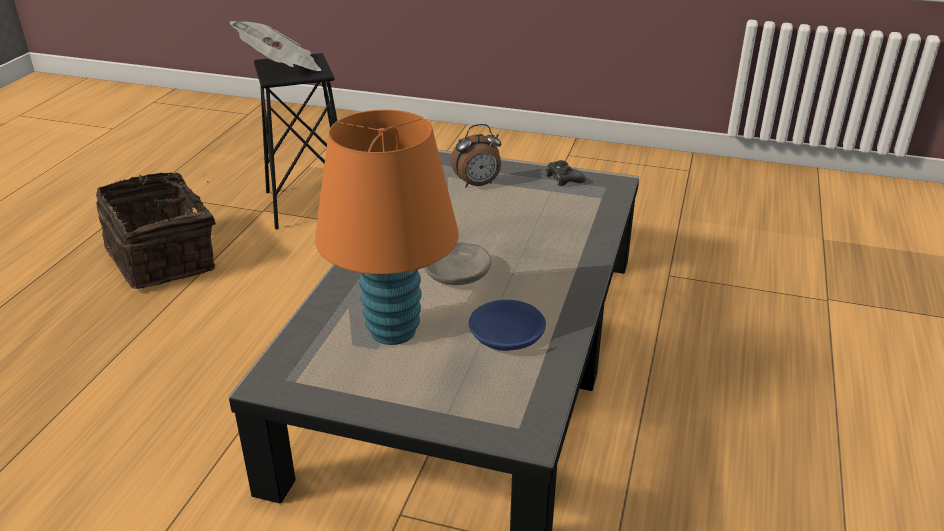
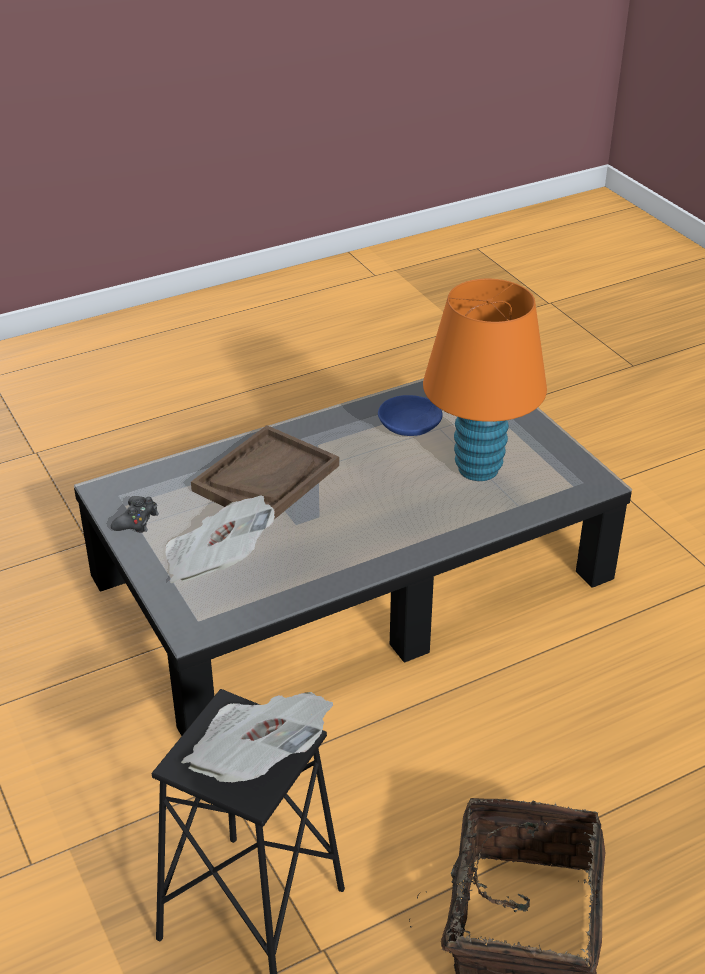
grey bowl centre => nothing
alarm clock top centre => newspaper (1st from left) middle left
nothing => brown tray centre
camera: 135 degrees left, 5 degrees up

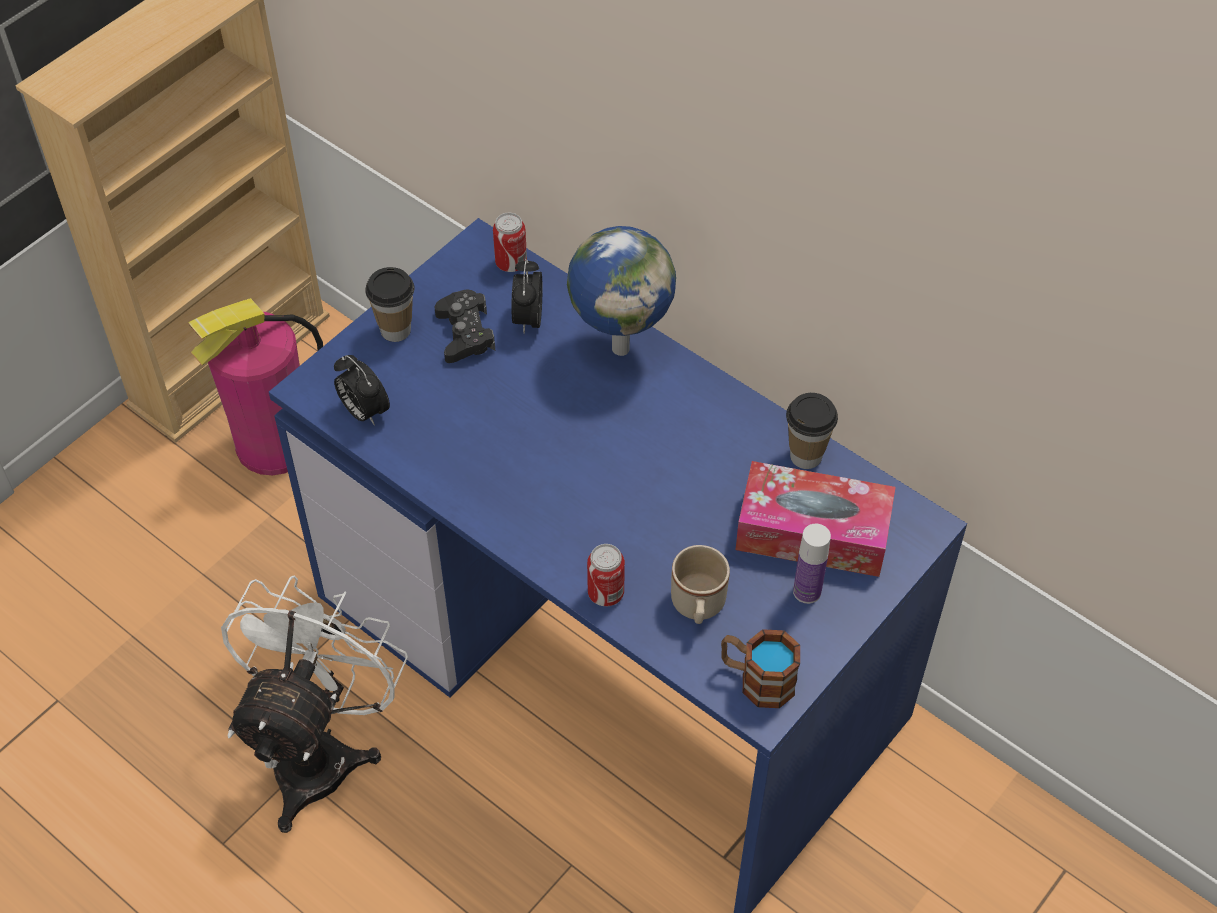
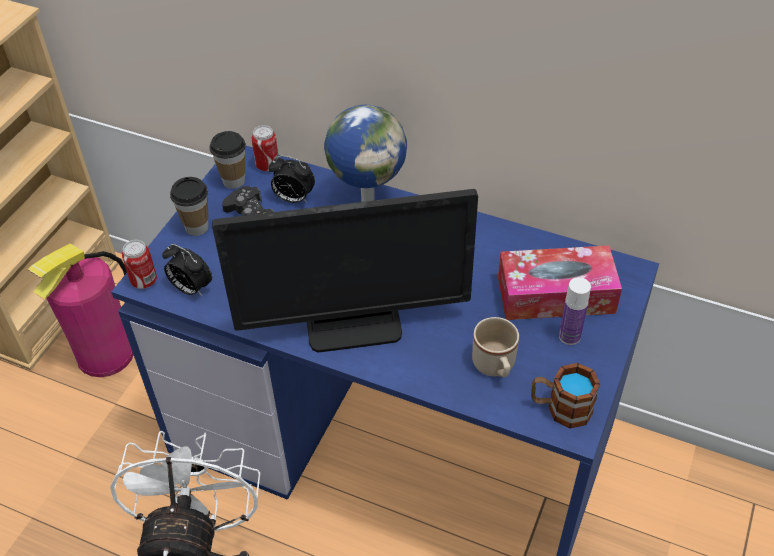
alarm clock (2nd from left) top centre, 60 degrees counterclockwise
can (2nd from left in the first image) centre => can (1st from left) middle left, move
cup (2nd from left) middle right => cup (2nd from left) top left, move
nothing => monitor centre
camera: 15 degrees left, 5 degrees down

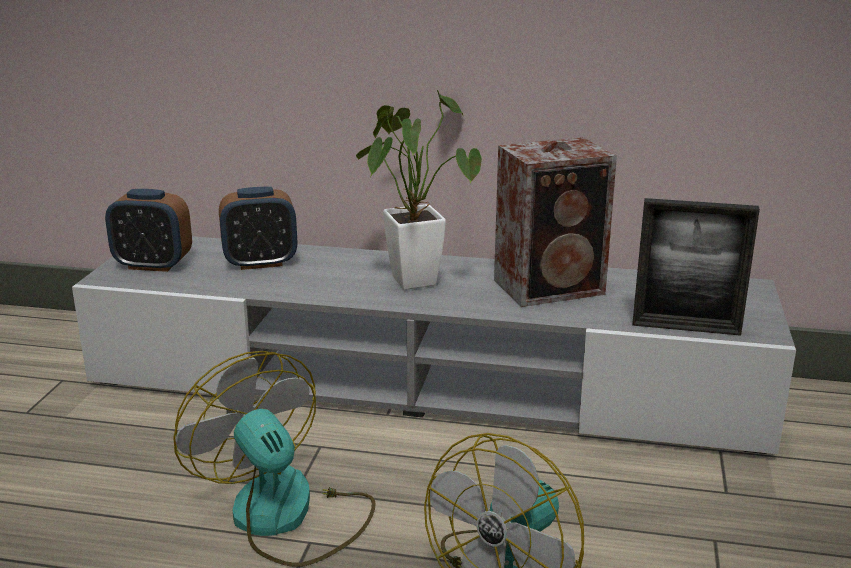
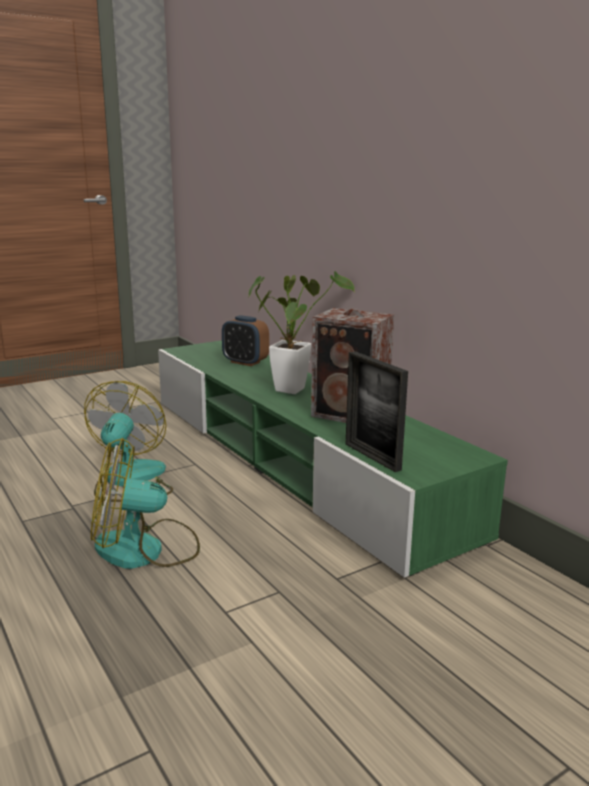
grey tv stand centre => green tv stand centre
alarm clock (1st from left) middle left => nothing
camera: 45 degrees right, 5 degrees down

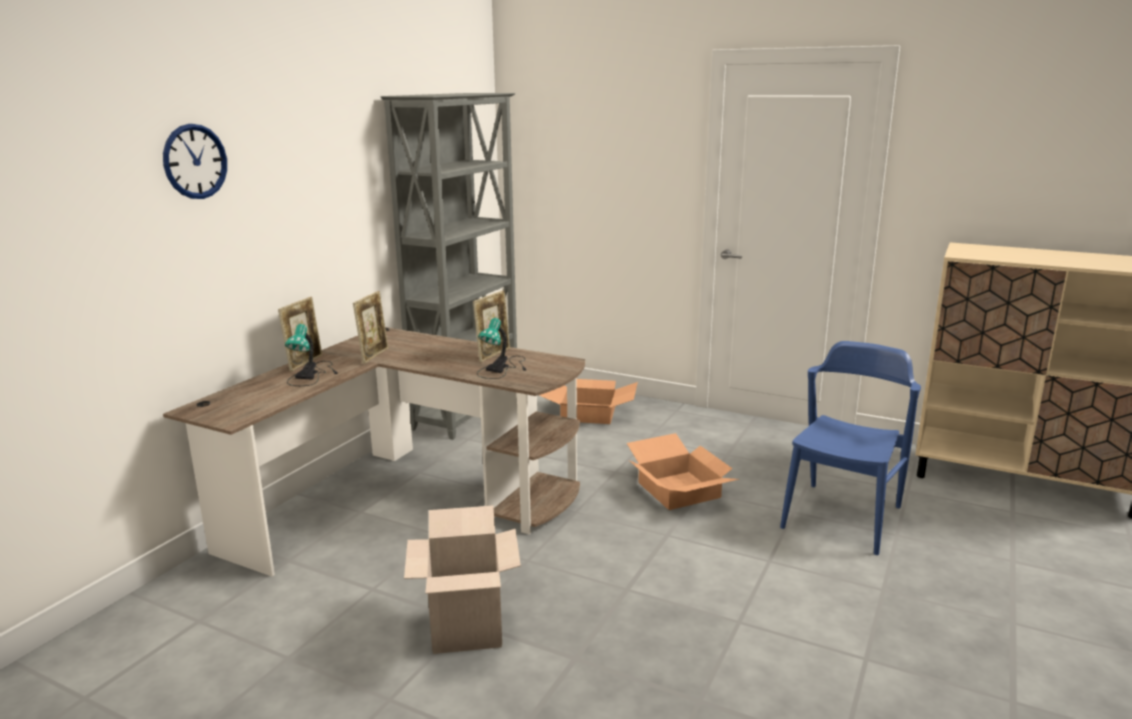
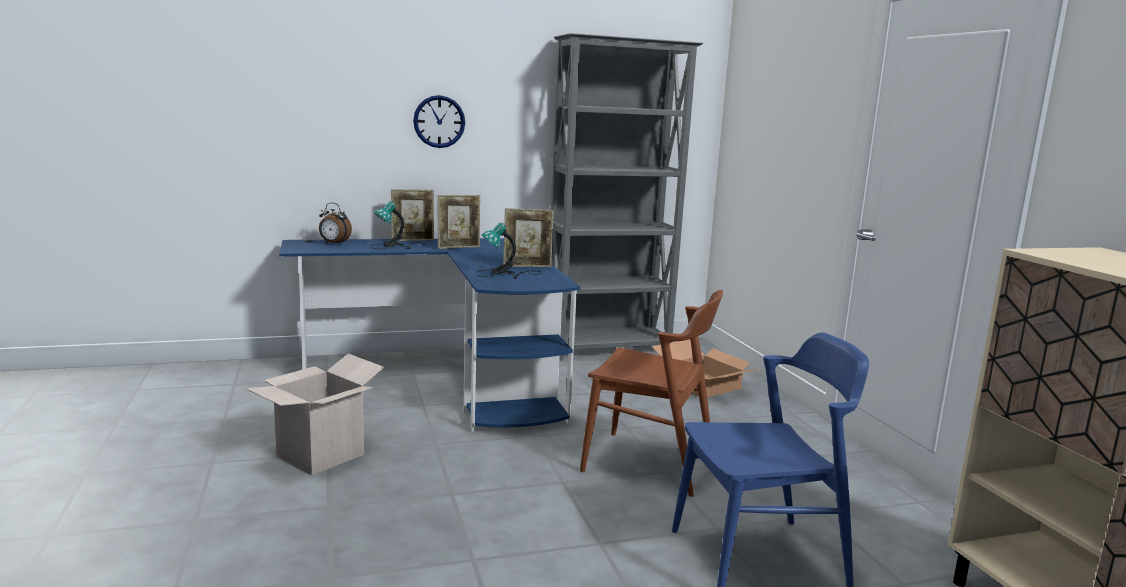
wall clock top left => wall clock top centre, move
brown desk middle left => blue desk centre
cardboard box (3rd from left) centre => brown chair bottom centre
nothing => alarm clock middle left
camera: 45 degrees right, 5 degrees down

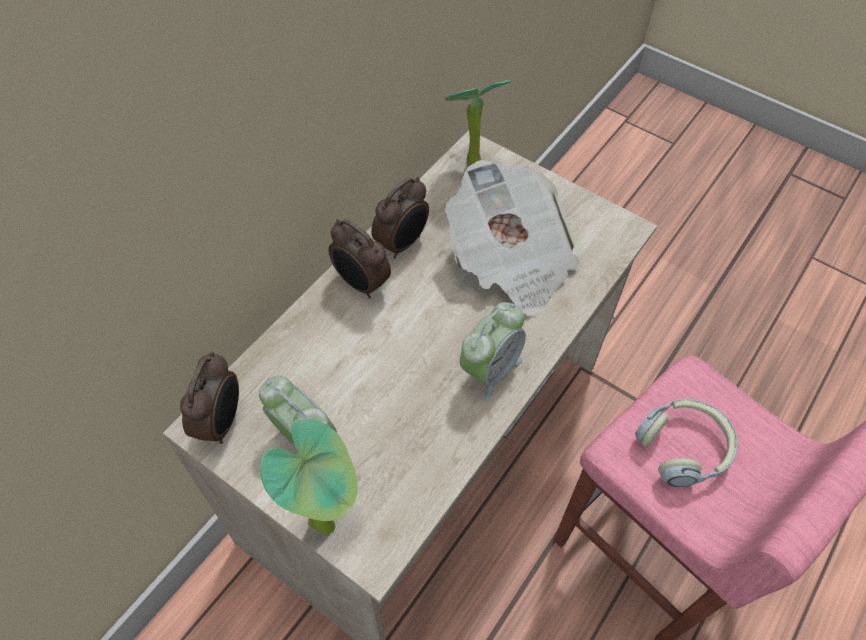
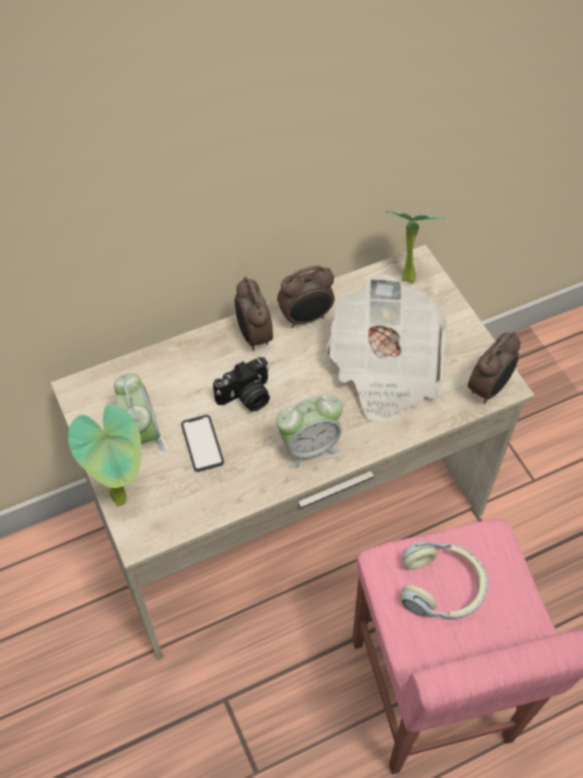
alarm clock (1st from left in the first image) middle left => alarm clock (5th from left) middle right, move
nothing => phone centre
nothing => photo camera centre
camera: 30 degrees right, 0 degrees up

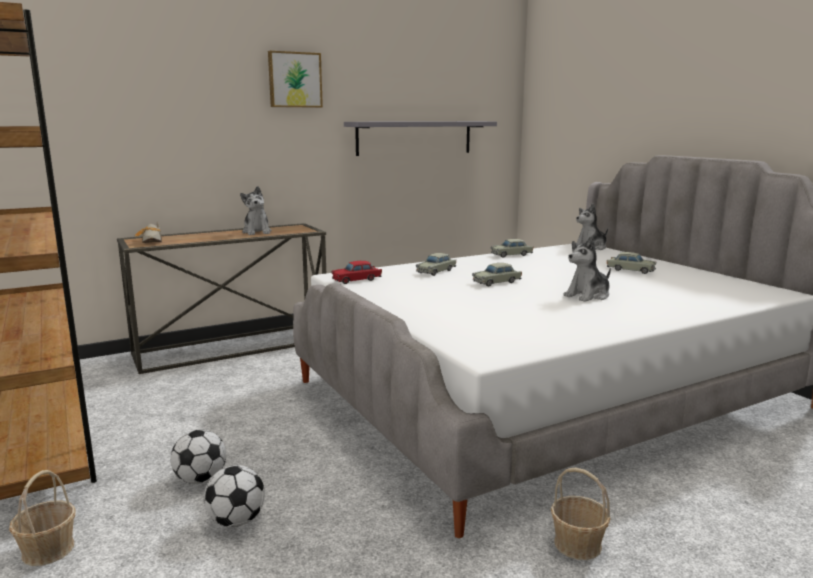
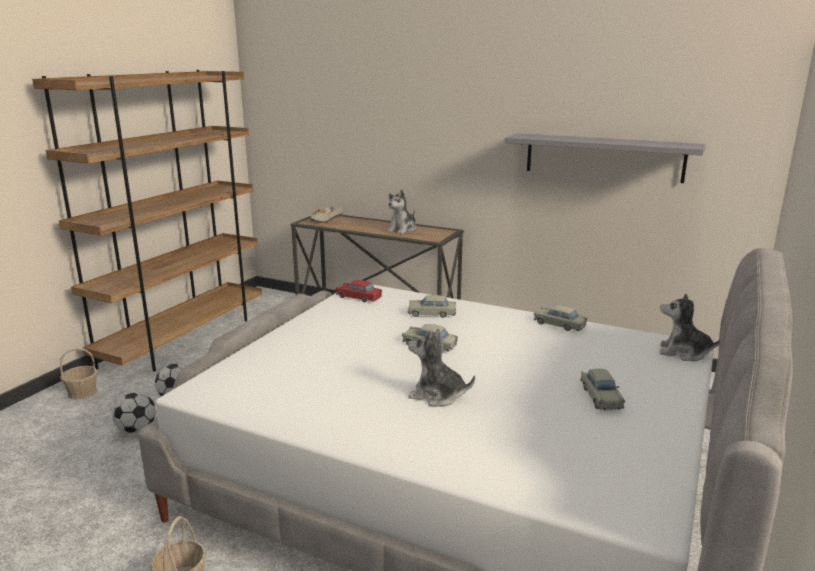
picture top centre => nothing
camera: 55 degrees right, 5 degrees up

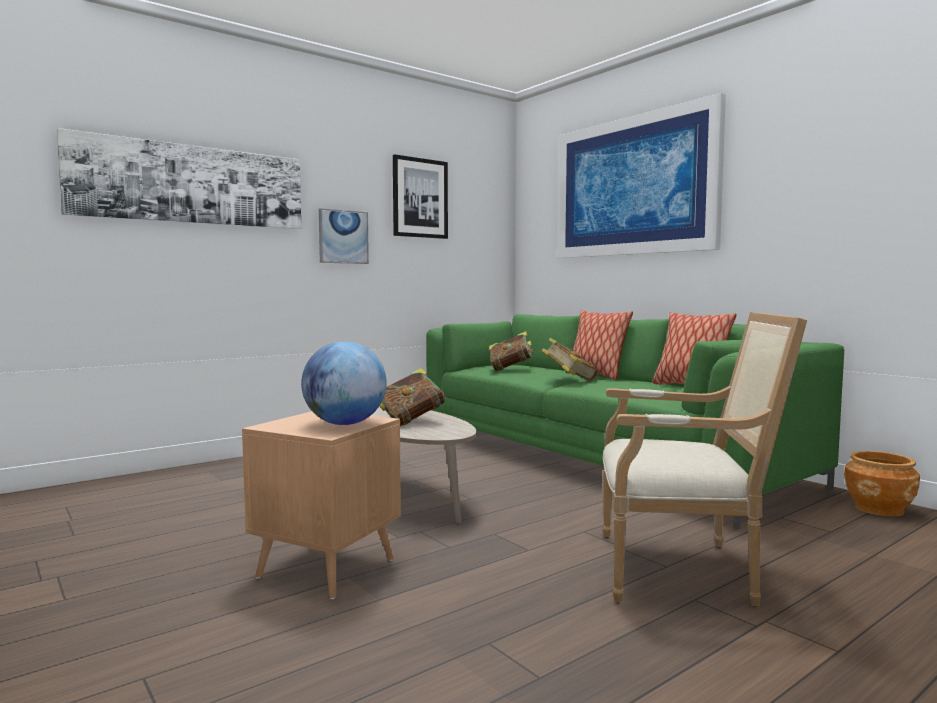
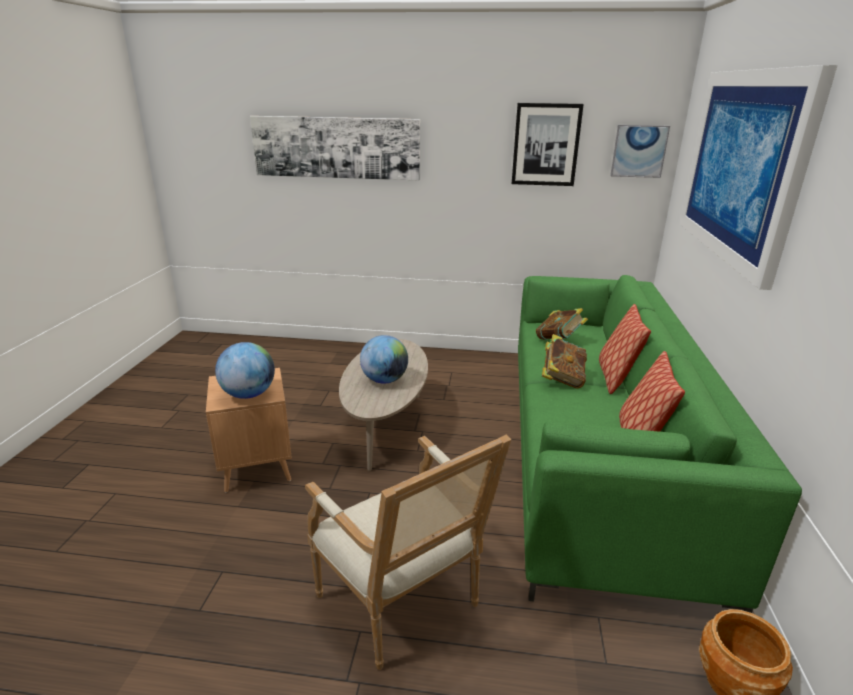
picture (2nd from left in the first image) centre => picture (3rd from left) top right, move
book (1st from left) centre => globe (2nd from left) centre
camera: 45 degrees right, 20 degrees up

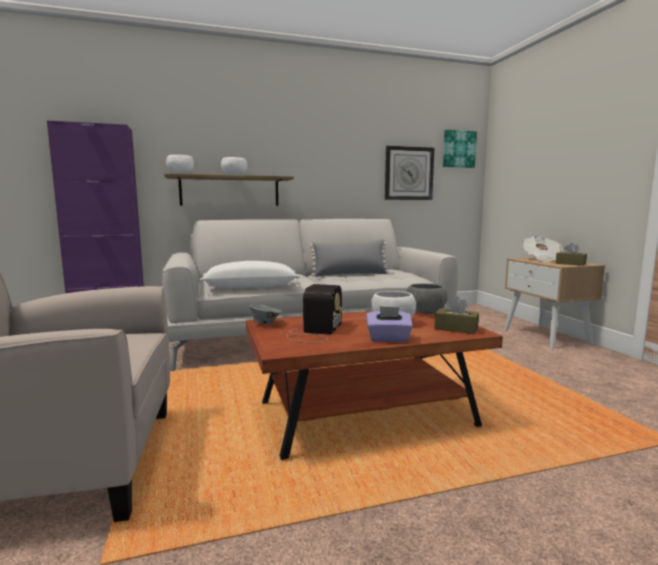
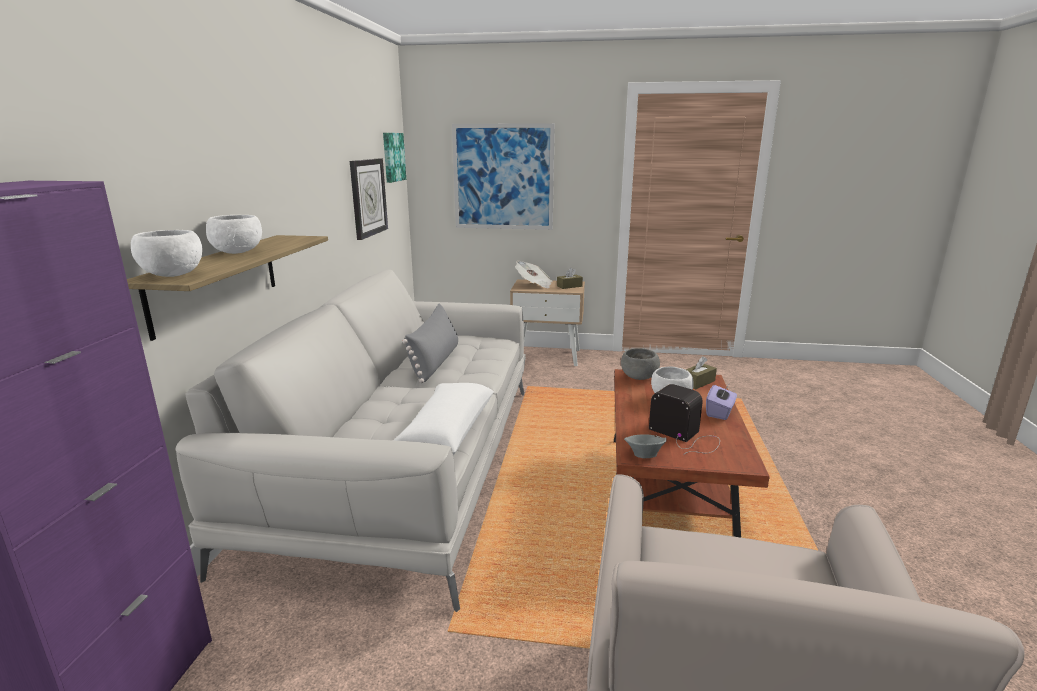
nothing => picture (2nd from left) top centre
camera: 65 degrees left, 10 degrees up

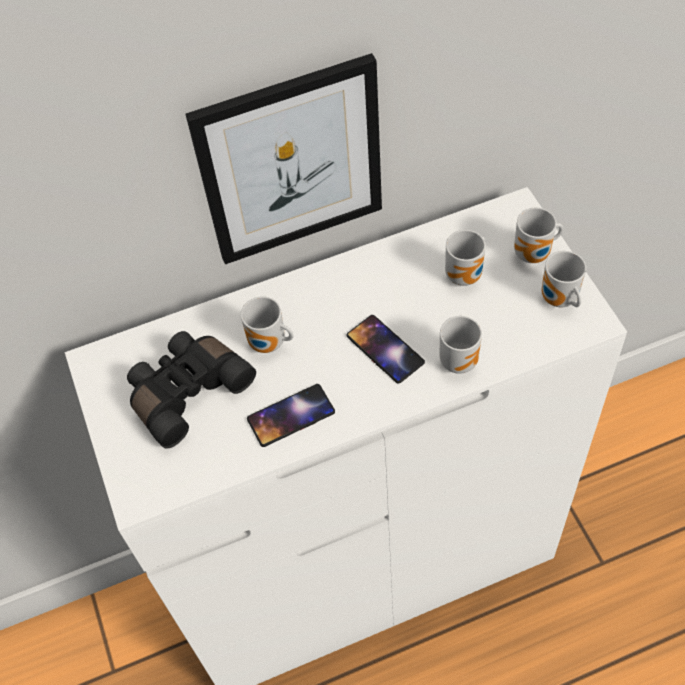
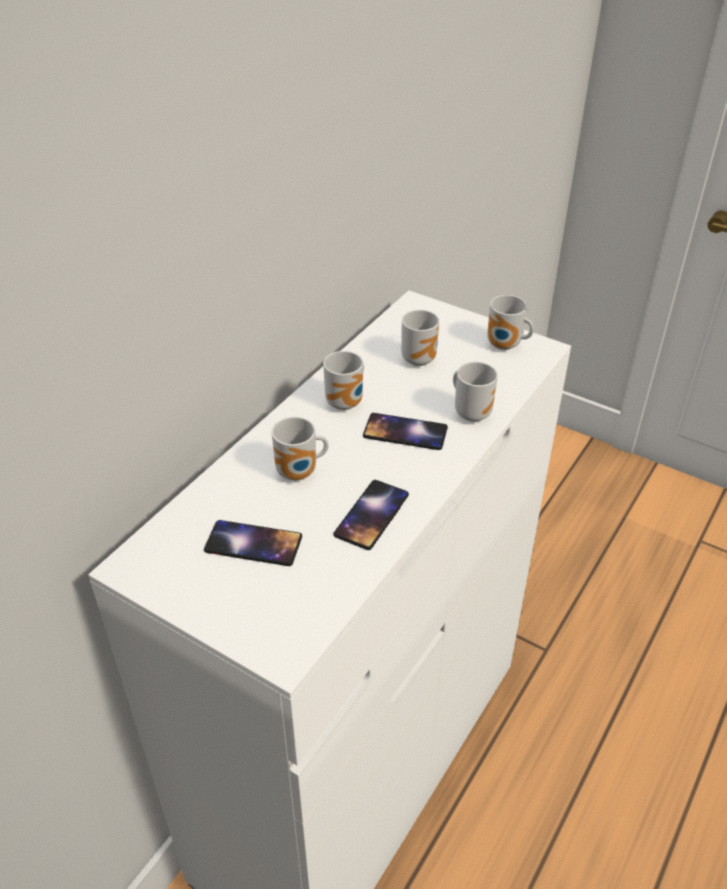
black binoculars middle left => phone (1st from left) centre
picture top centre => nothing
mug (4th from left in the first image) middle right => mug (2nd from left) centre, move
camera: 40 degrees left, 15 degrees down

